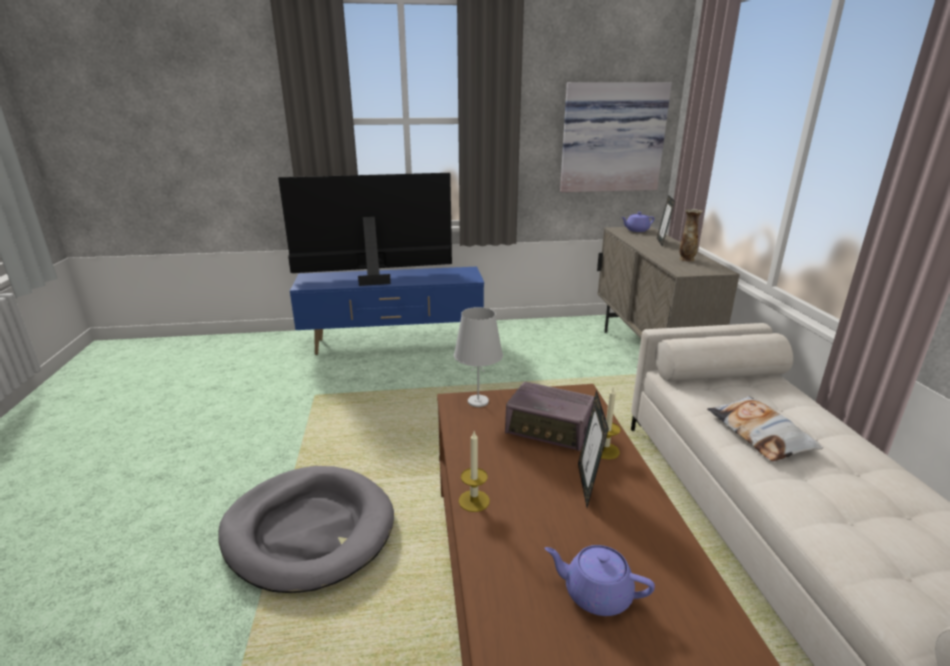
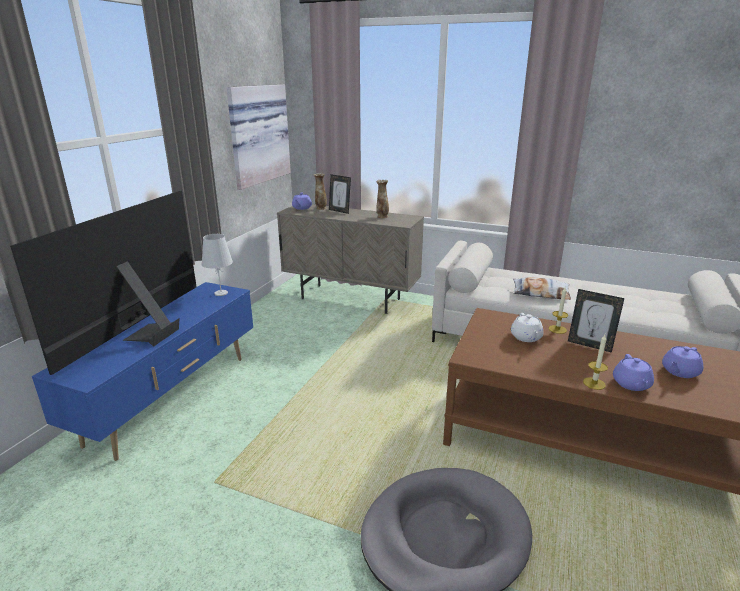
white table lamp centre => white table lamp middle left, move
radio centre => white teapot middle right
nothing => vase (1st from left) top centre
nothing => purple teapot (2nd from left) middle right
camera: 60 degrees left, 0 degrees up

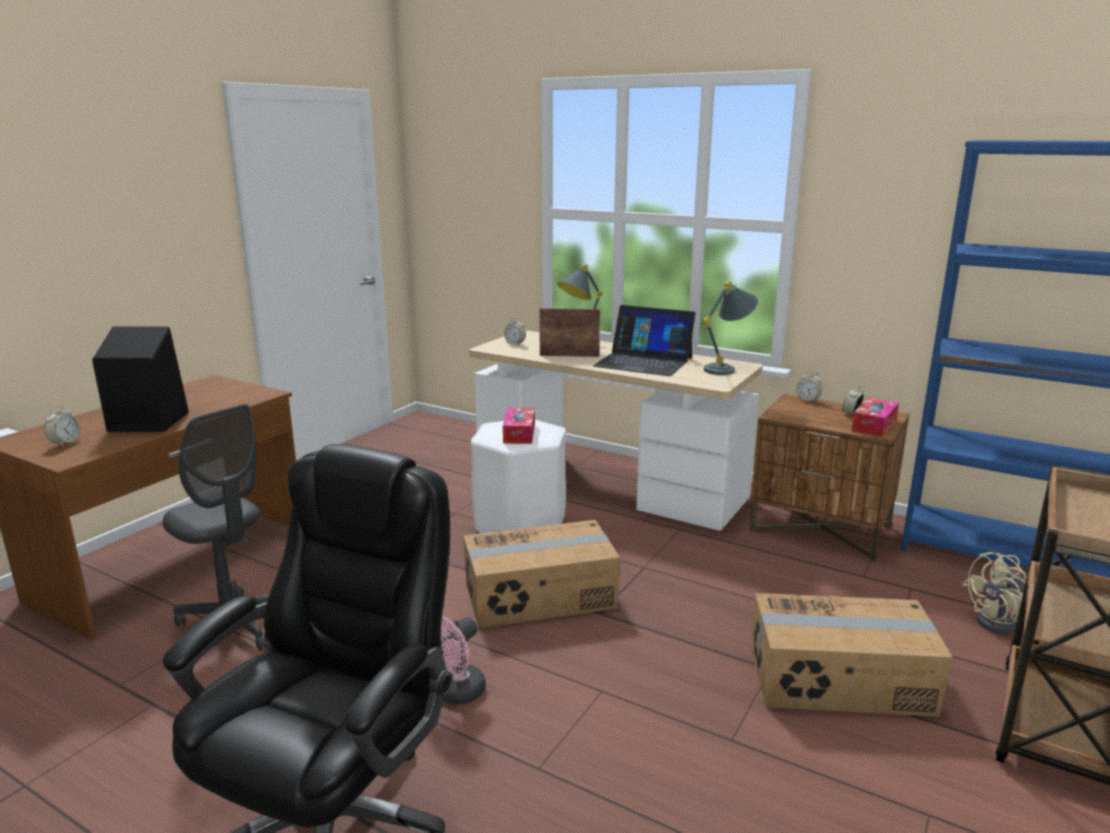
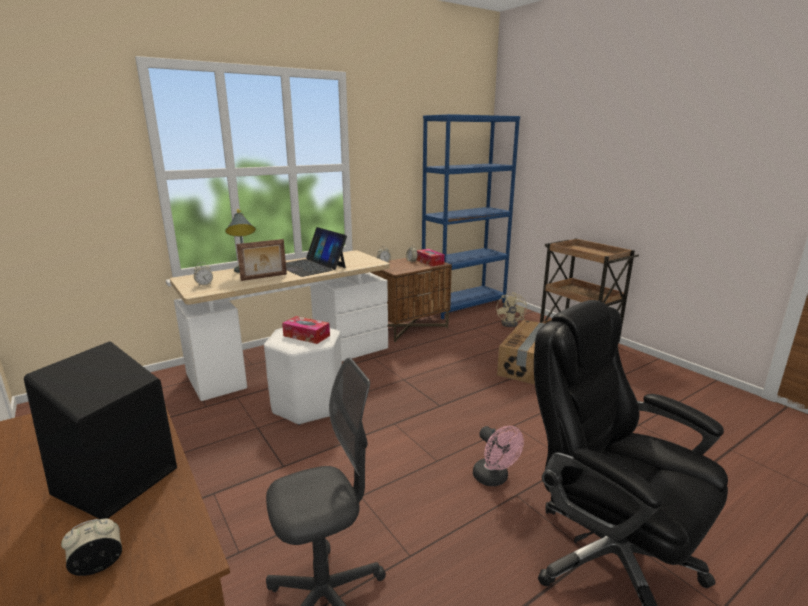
alarm clock (1st from left) middle left => alarm clock (1st from left) bottom left, 75 degrees counterclockwise
cardboard box (1st from left) bottom centre => nothing
picture frame centre => picture frame middle left, 150 degrees counterclockwise
laptop centre, 90 degrees clockwise
grey table lamp (2nd from left) centre => nothing
camera: 65 degrees left, 0 degrees up

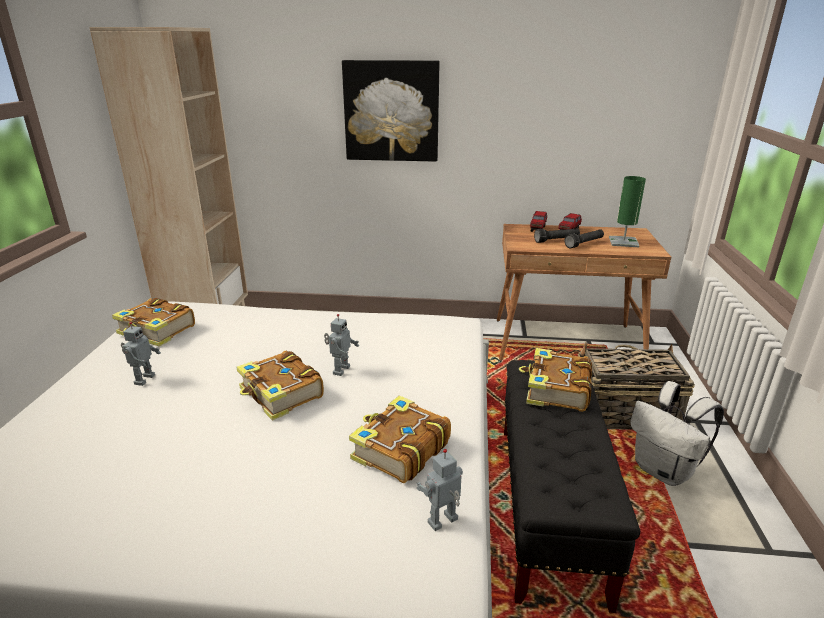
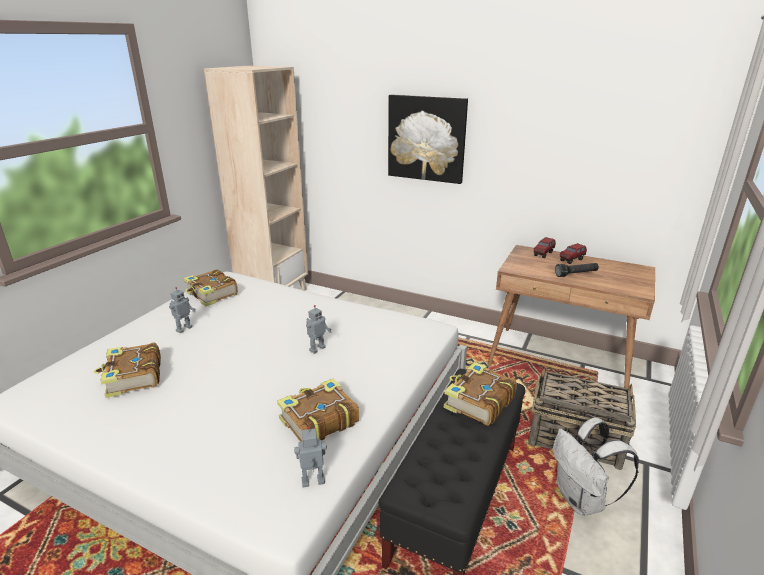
book (2nd from left in the first image) centre => book (1st from left) middle left, move
black flashlight (1st from left) middle right => nothing
green table lamp middle right => nothing
camera: 20 degrees right, 0 degrees up

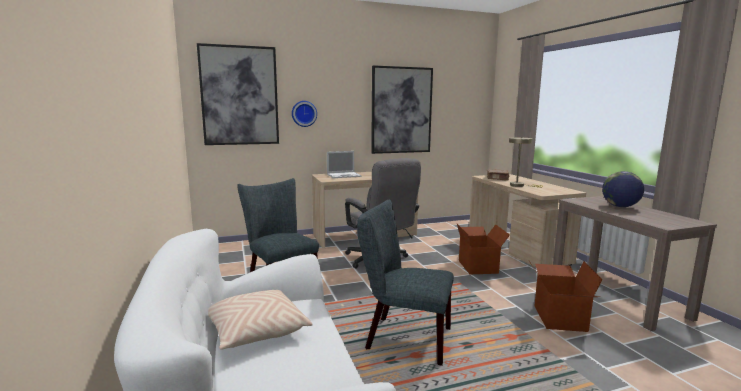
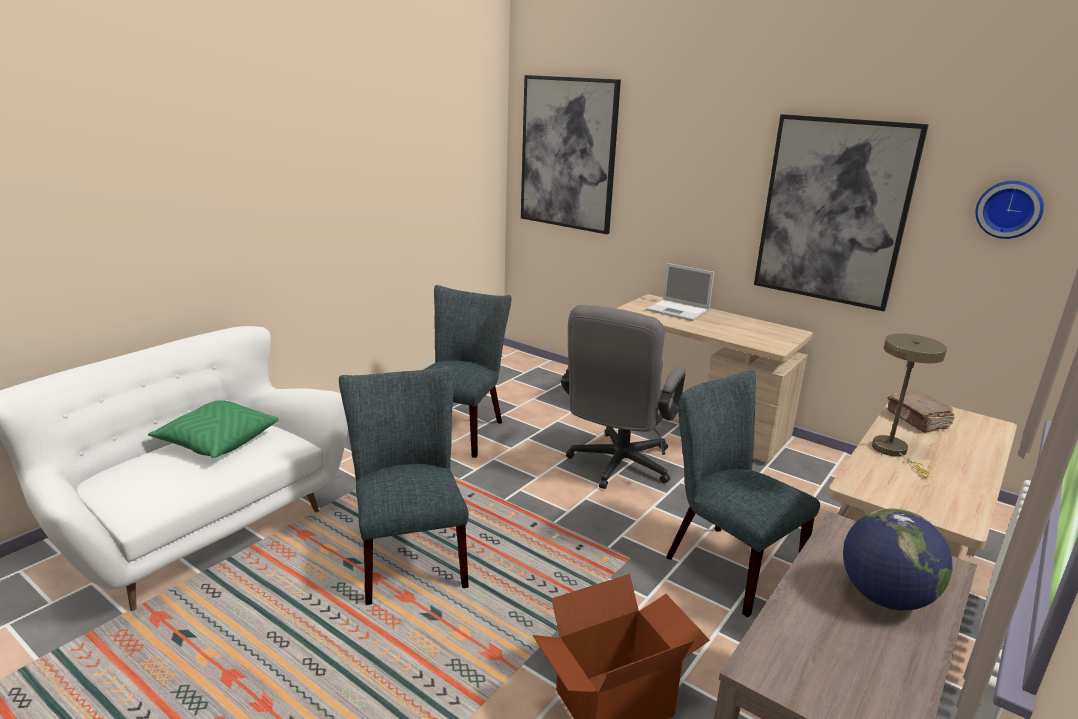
beige pillow bottom centre => green pillow middle left
wall clock top centre => wall clock top right, move
cardboard box (1st from left) centre => grey chair (3rd from left) bottom right
camera: 55 degrees right, 10 degrees up

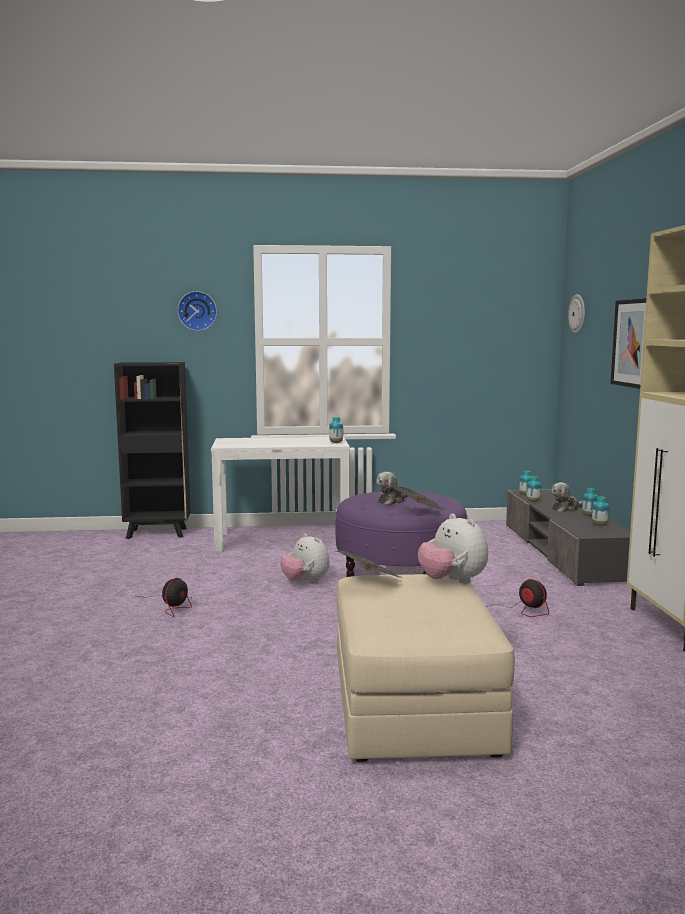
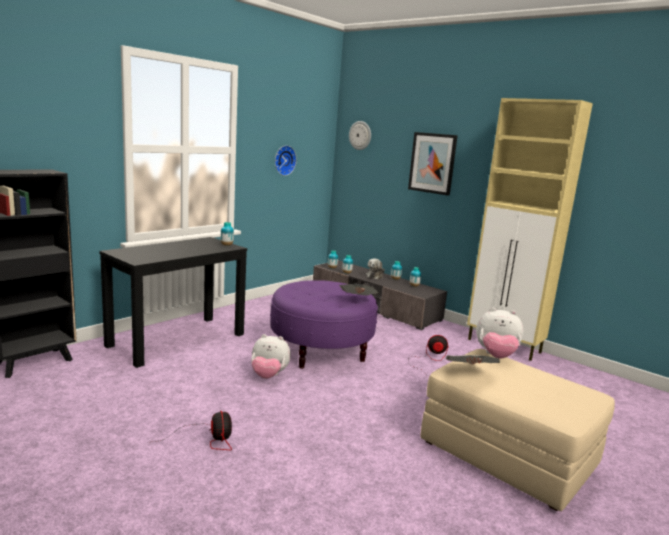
wall clock (1st from left) middle left => wall clock (1st from left) top centre, move
white console table centre => black console table middle left
plush toy (2nd from left) centre => nothing
camera: 45 degrees left, 5 degrees up

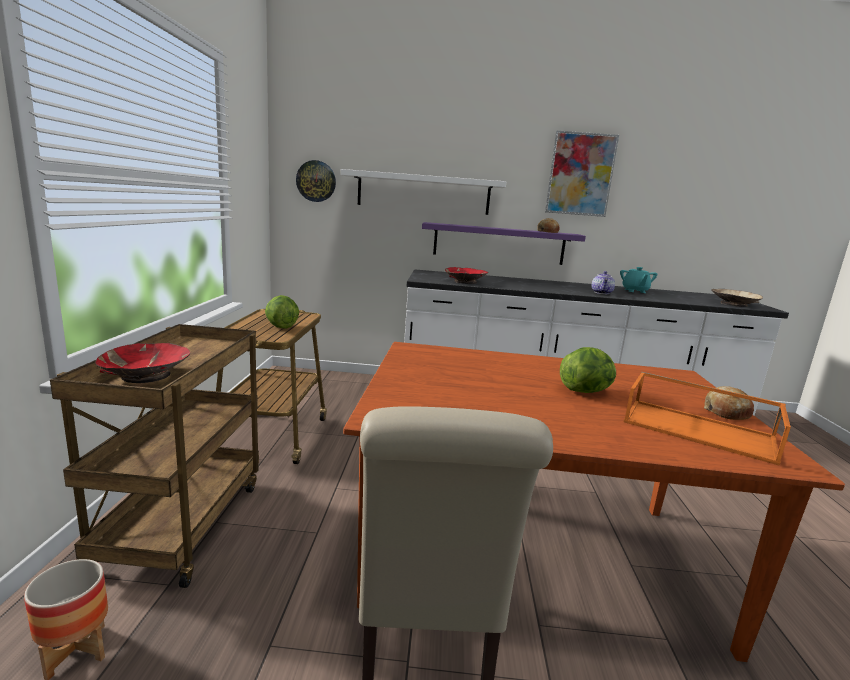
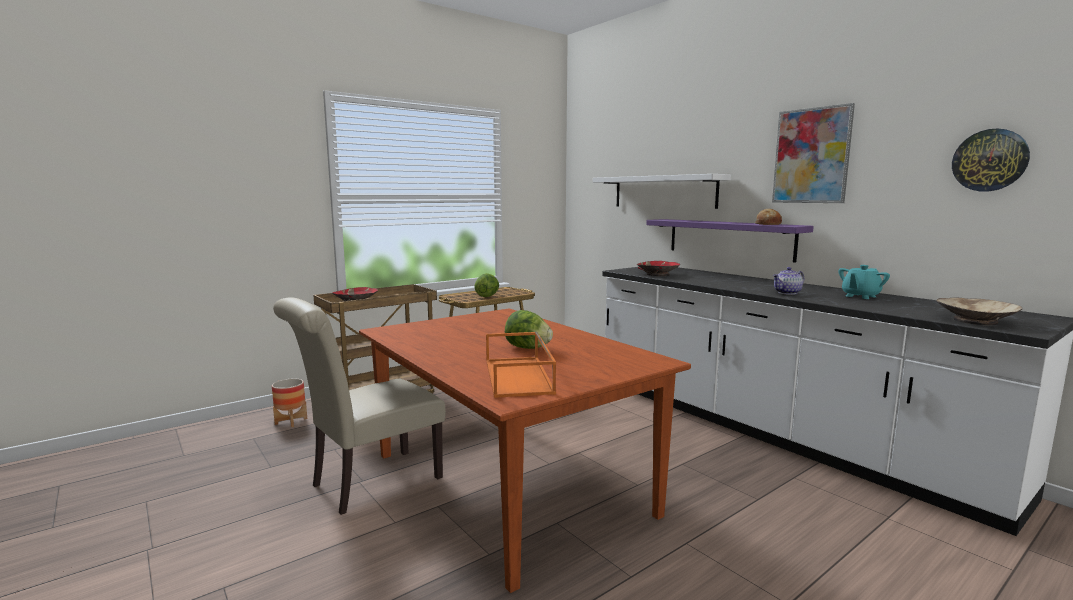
wall clock top centre => wall clock top right, move
bread (2nd from left) middle right => nothing
camera: 50 degrees right, 5 degrees down

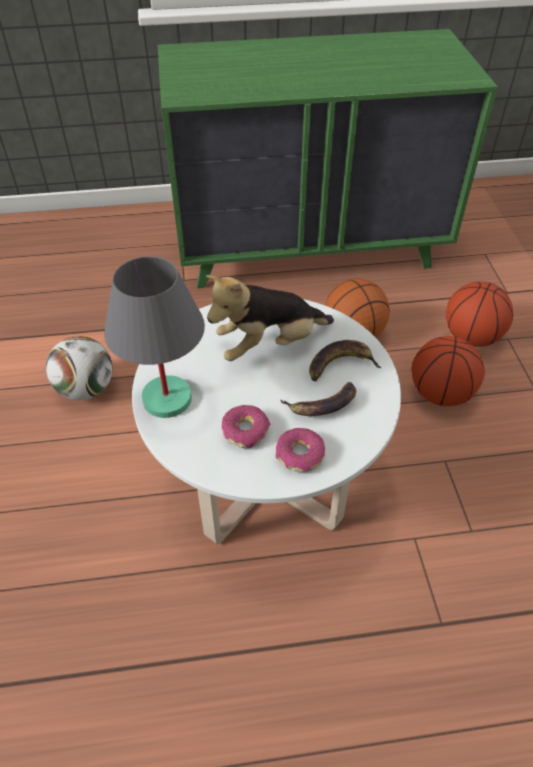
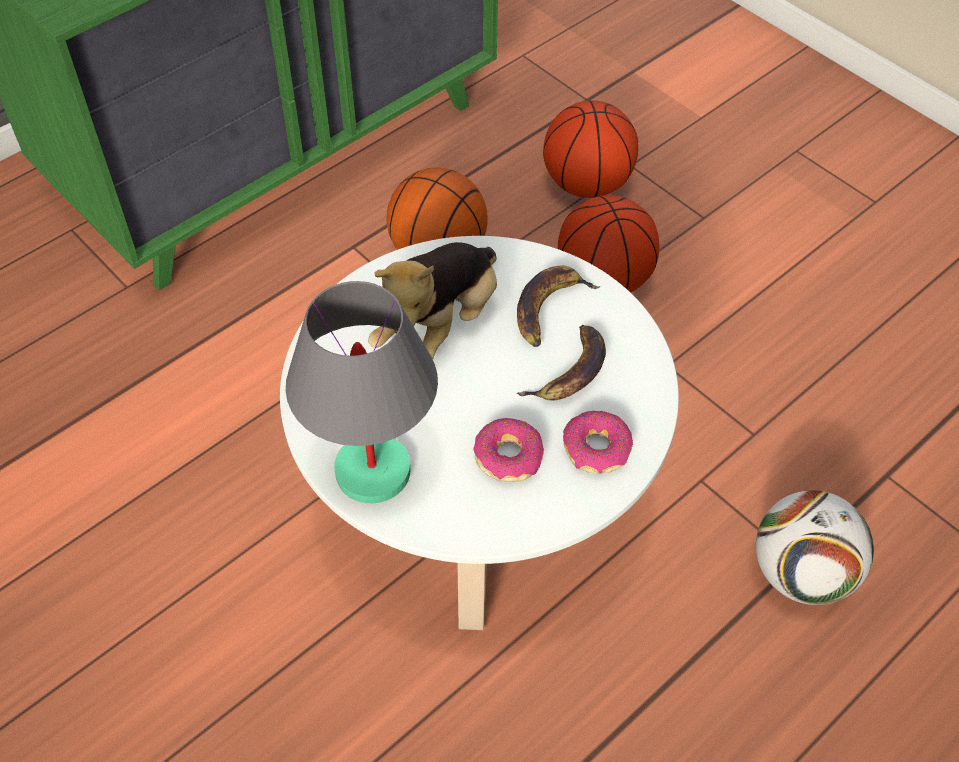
football middle left => football bottom right, move
camera: 35 degrees left, 5 degrees up

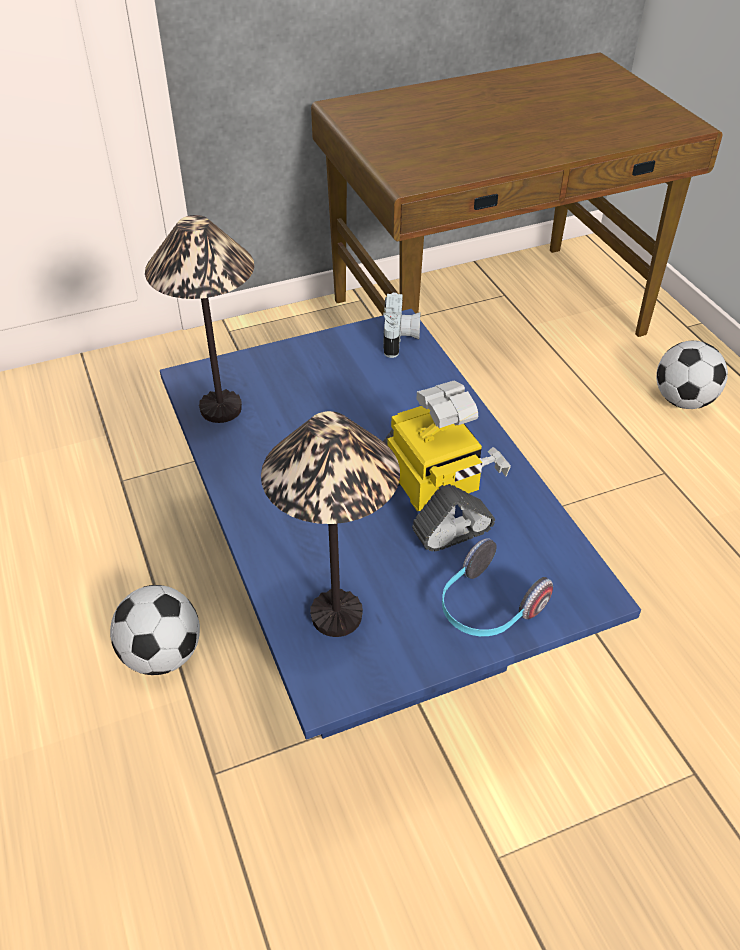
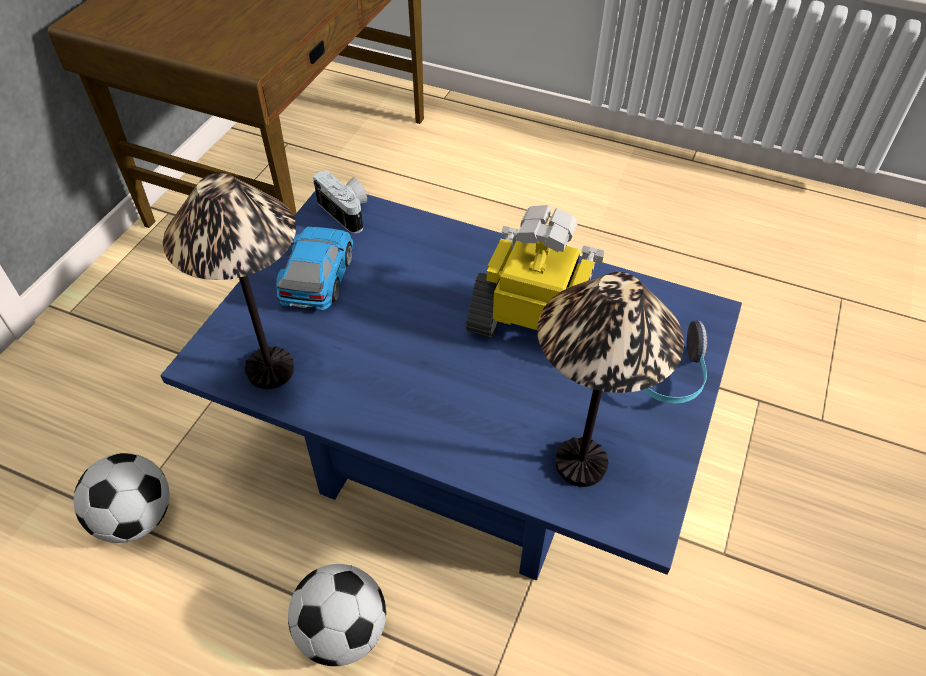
football (2nd from left in the first image) middle right => football (1st from left) bottom left, move
nothing => toy car centre
camera: 45 degrees left, 5 degrees up

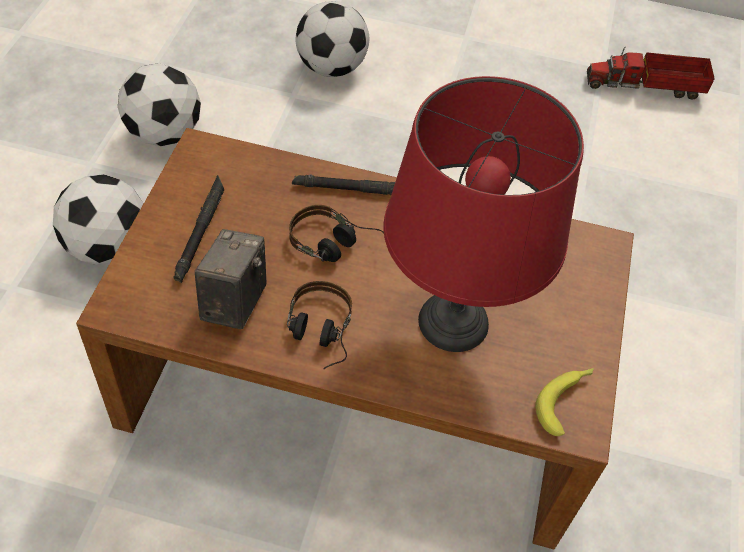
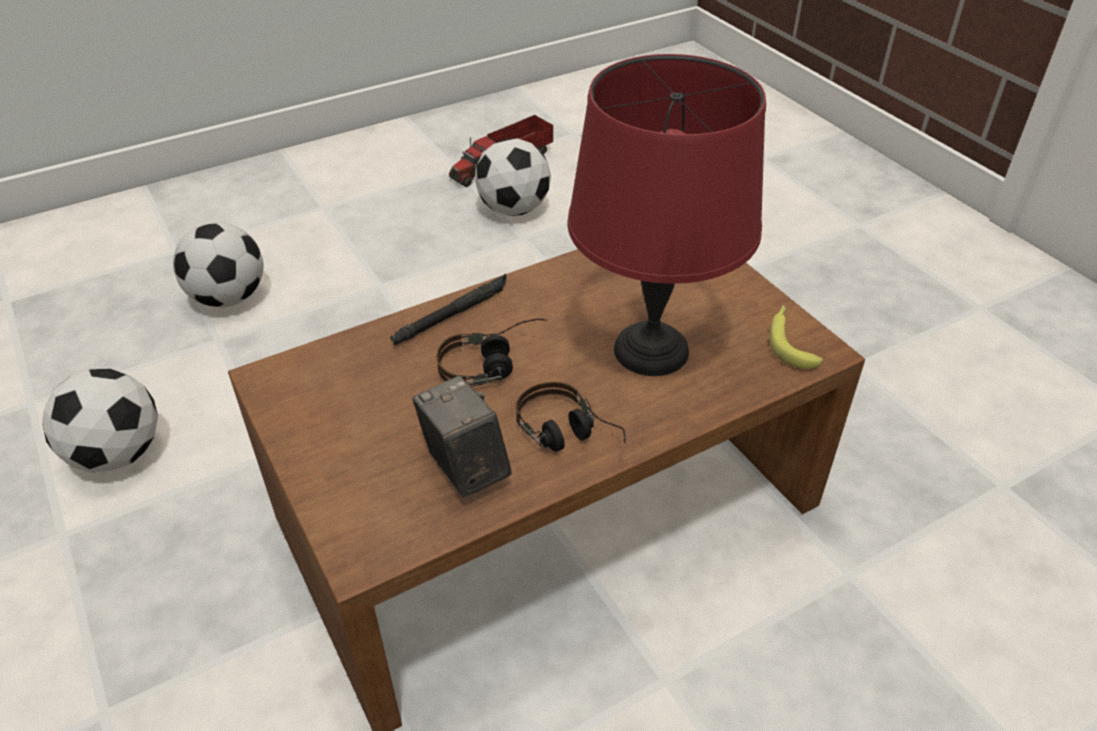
football (1st from left in the first image) middle left => football (3rd from left) top centre, move
black flashlight (1st from left) middle left => nothing
camera: 40 degrees left, 10 degrees down

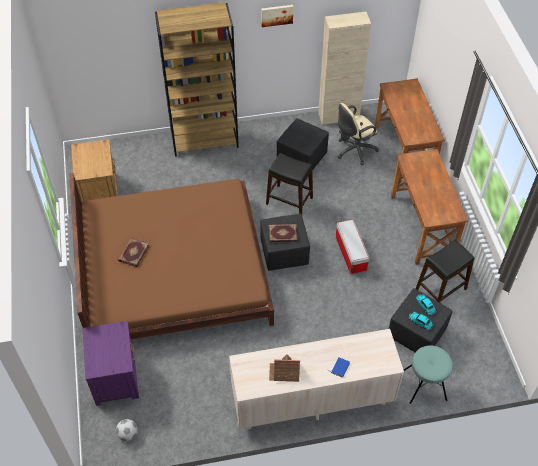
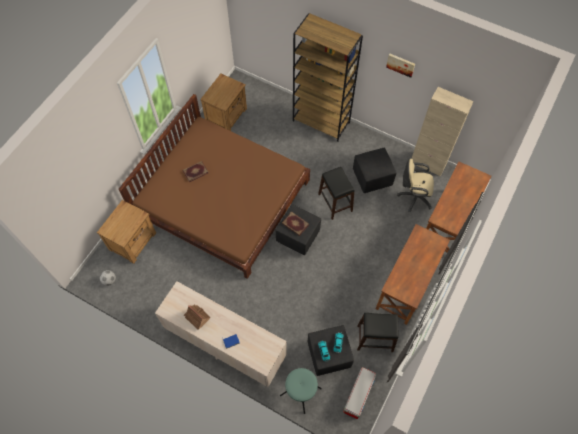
purple nightstand bottom left => brown nightstand (1st from left) middle left
storage box centre => storage box bottom centre, move
camera: 40 degrees right, 10 degrees up

